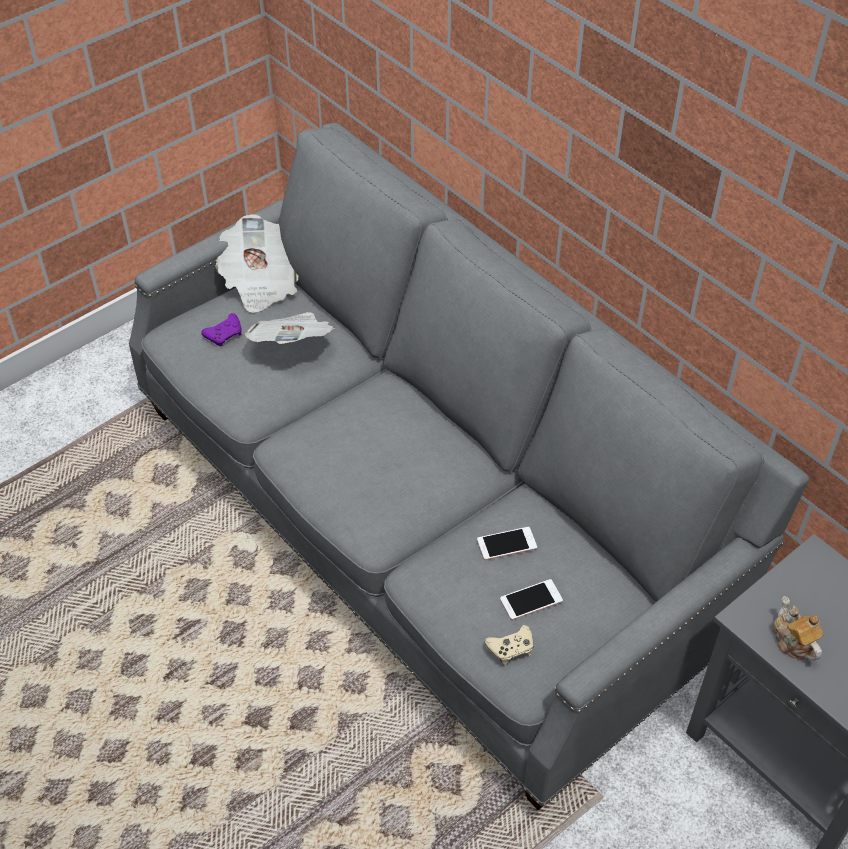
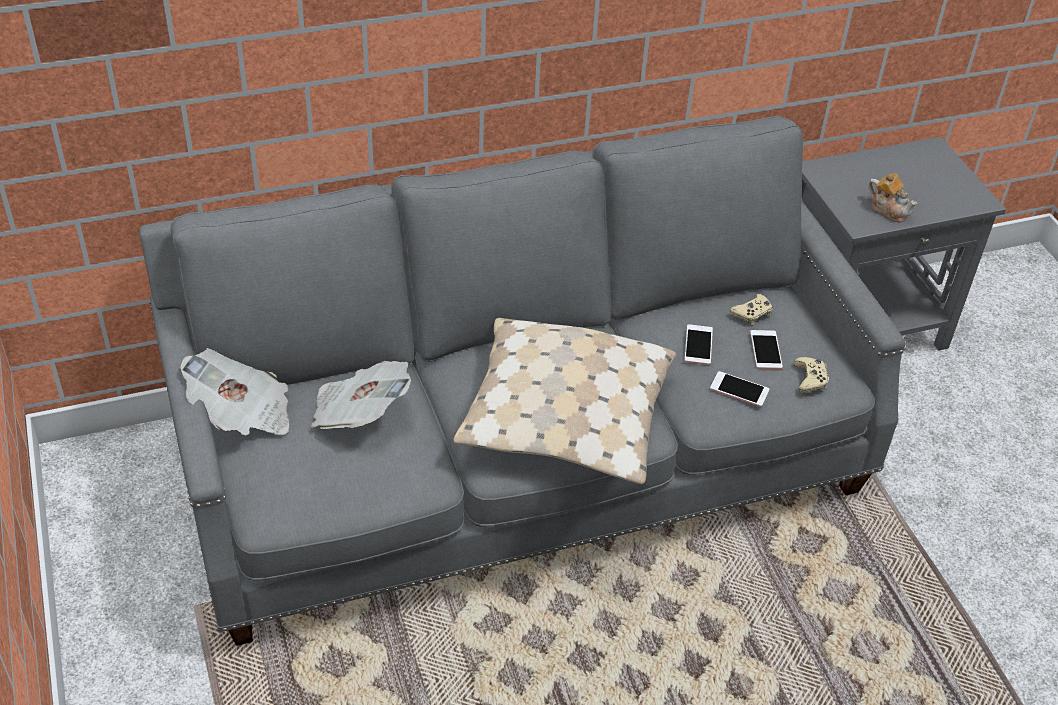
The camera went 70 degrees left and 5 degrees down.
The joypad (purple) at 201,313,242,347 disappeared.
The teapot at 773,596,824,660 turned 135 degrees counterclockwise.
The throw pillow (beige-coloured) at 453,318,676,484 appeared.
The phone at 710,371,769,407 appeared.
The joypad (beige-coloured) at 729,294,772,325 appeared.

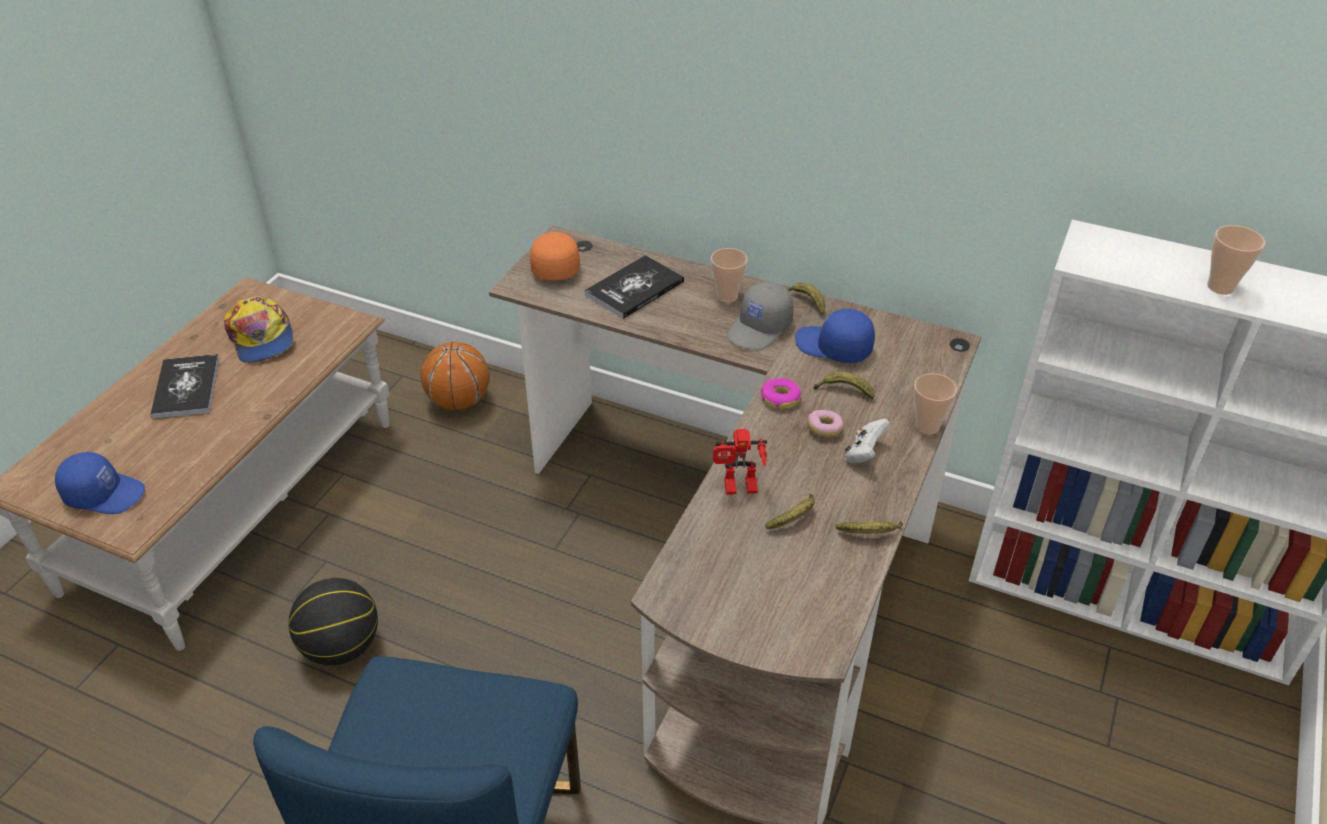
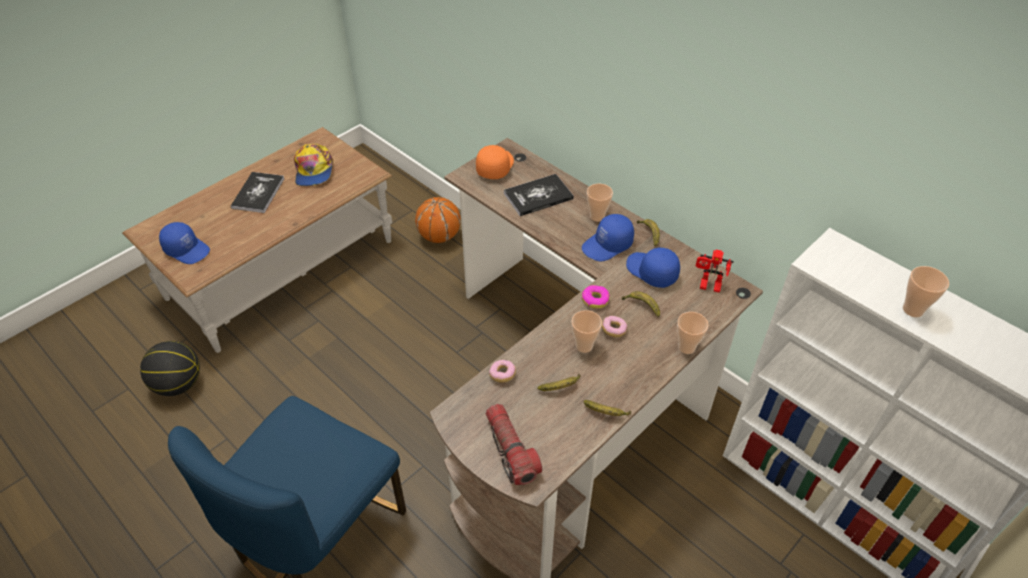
The camera went 20 degrees right and 5 degrees up.
The basketball ball moved from 288,578,378,665 to 140,341,200,396.
The toy robot moved from 713,429,767,495 to 696,250,734,293.
The cap (greyish) at 727,282,794,350 became the cap (blue-coloured) at 582,214,634,261.
The joypad (white) at 845,419,890,463 disappeared.
The flashlight at 486,404,542,485 appeared.
The donut at 489,360,516,383 appeared.
The small cup at 572,310,602,353 appeared.

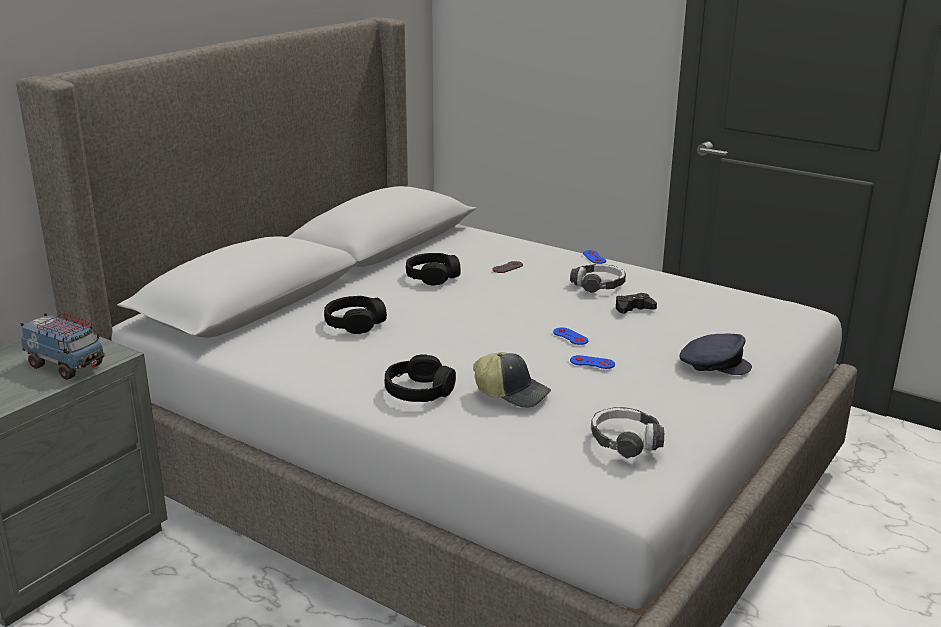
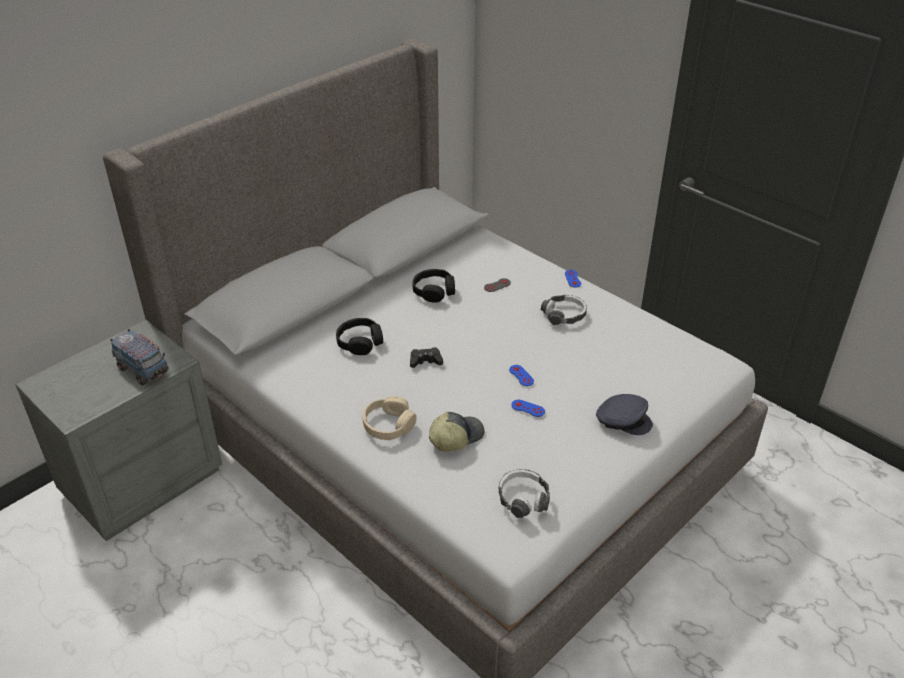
The camera went 10 degrees right and 15 degrees up.
The pair of headphones (black-coloured) at 385,354,456,402 became the pair of headphones (beige-coloured) at 363,396,416,440.
The cap at 473,352,551,408 turned 75 degrees counterclockwise.
The joypad (black-coloured) moved from 616,293,657,314 to 410,347,443,368.

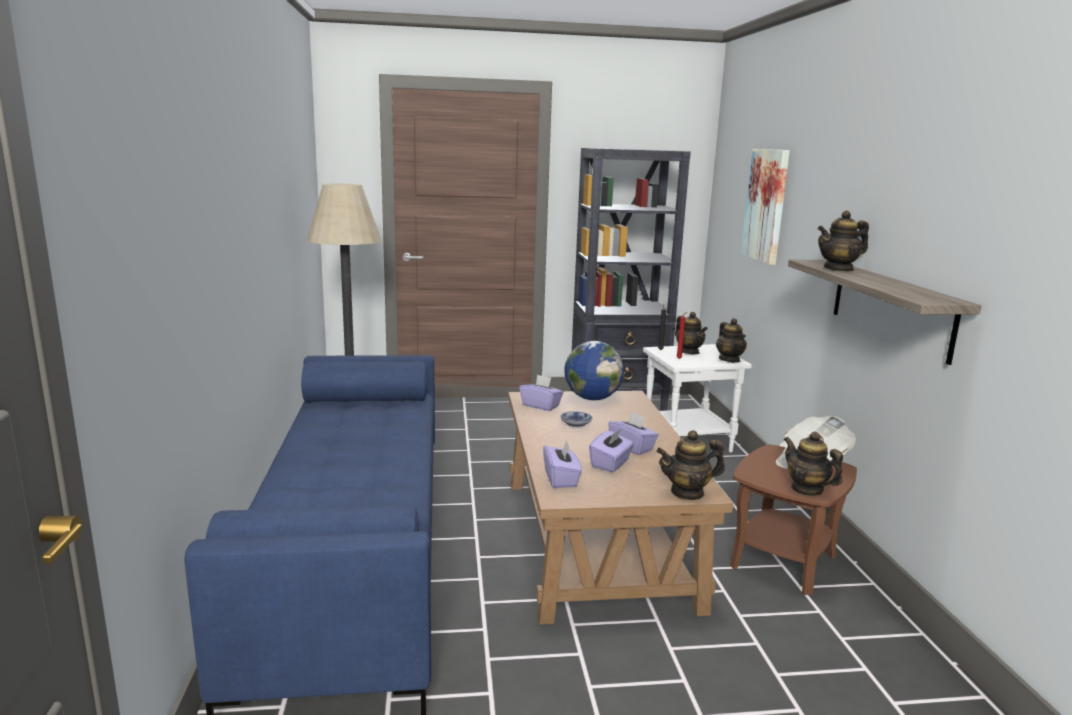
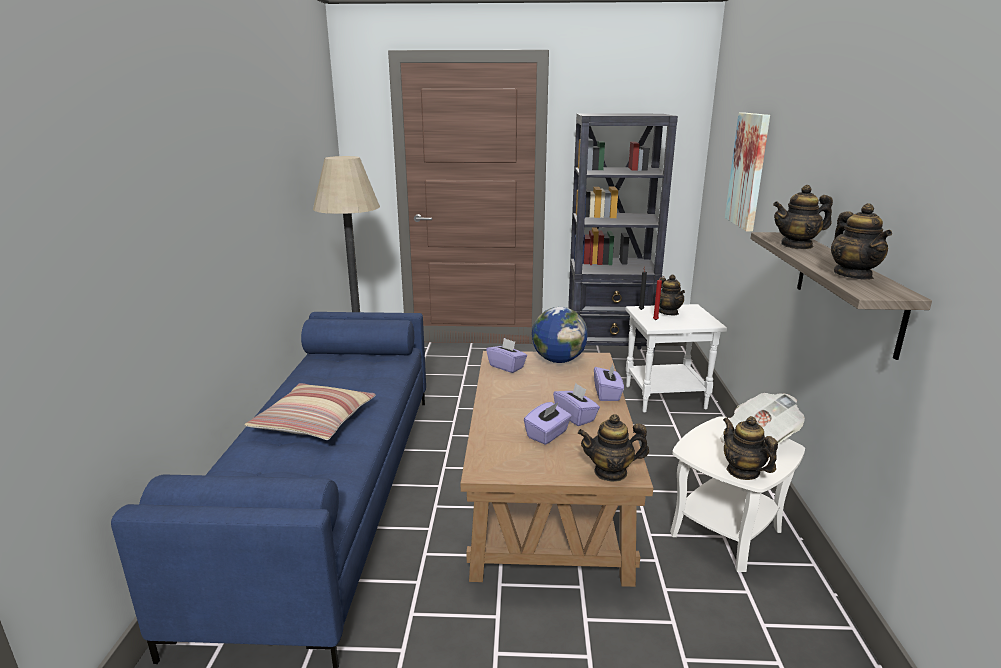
The camera went 10 degrees right and 5 degrees up.
The tissue box (purple) moved from 543,440,582,488 to 594,364,624,401.
The serving bowl at 560,411,592,428 disappeared.
The teapot moved from 716,318,747,363 to 831,203,892,280.
The end table (brownish) at 730,445,857,595 became the end table (white) at 670,416,805,572.
The throw pillow at 244,383,376,440 appeared.

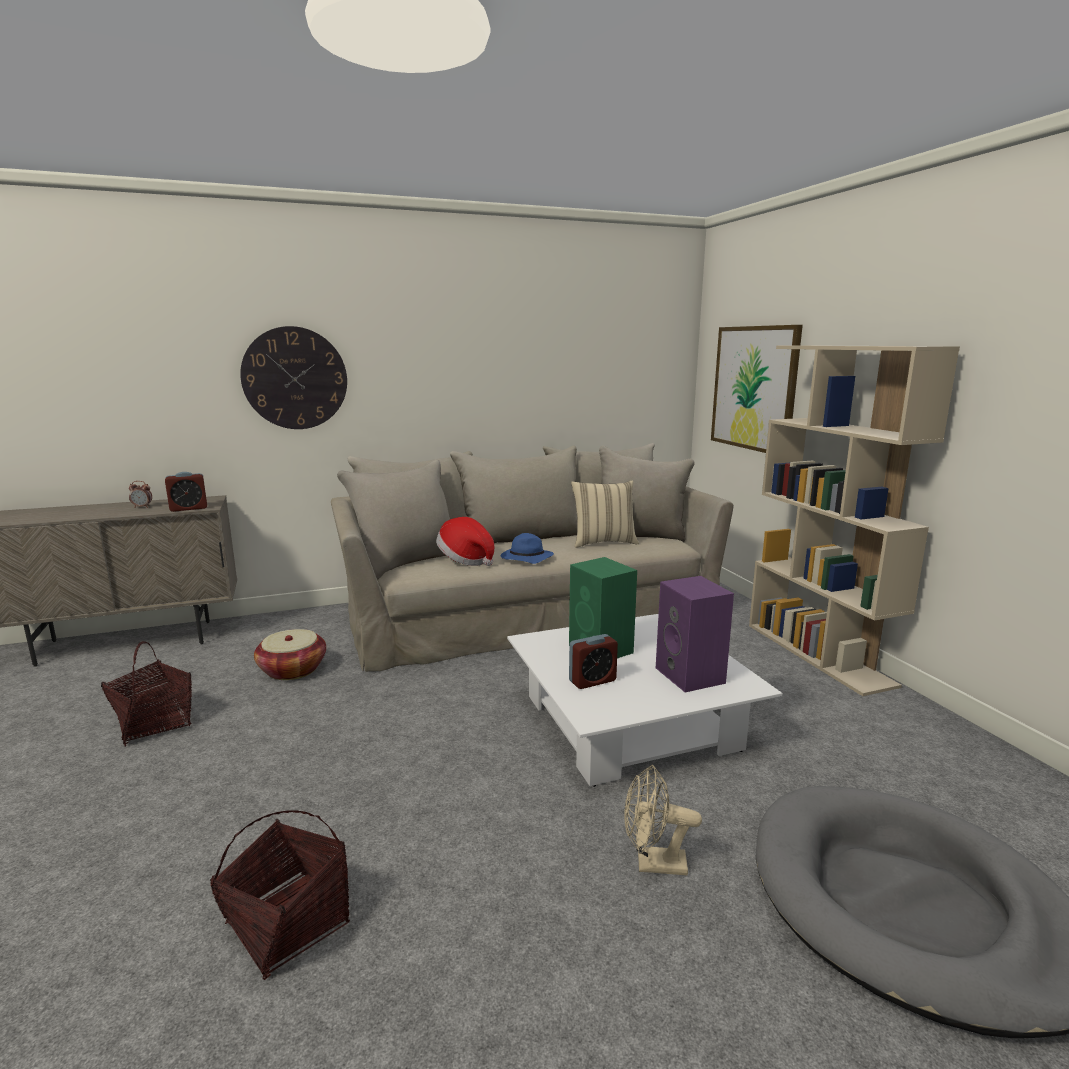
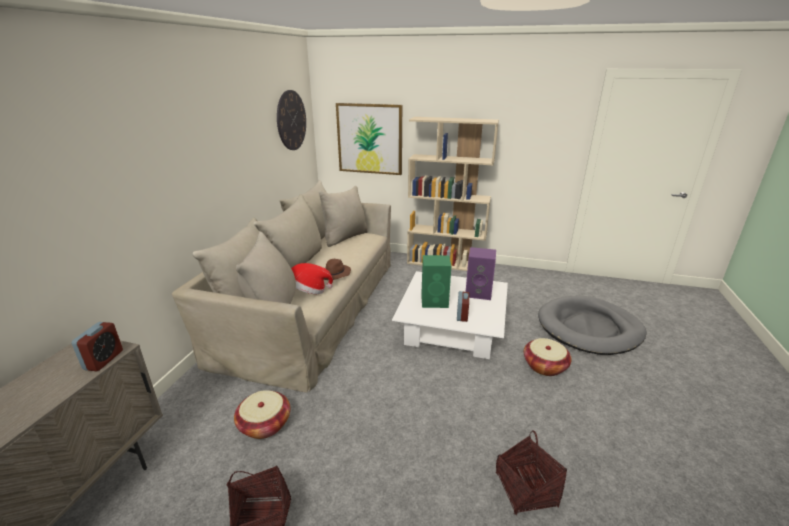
The camera went 55 degrees left and 10 degrees up.
The table clock at 129,481,152,508 disappeared.
The wall clock moved from 240,326,347,429 to 277,90,306,150.
The clothing hat (blue-coloured) at 501,533,554,564 became the clothing hat (brownish) at 324,259,351,280.
The throw pillow (beige-coloured) at 571,480,639,548 disappeared.
The fan (beige-coloured) at 624,765,702,875 was replaced by the basket at 524,338,572,376.

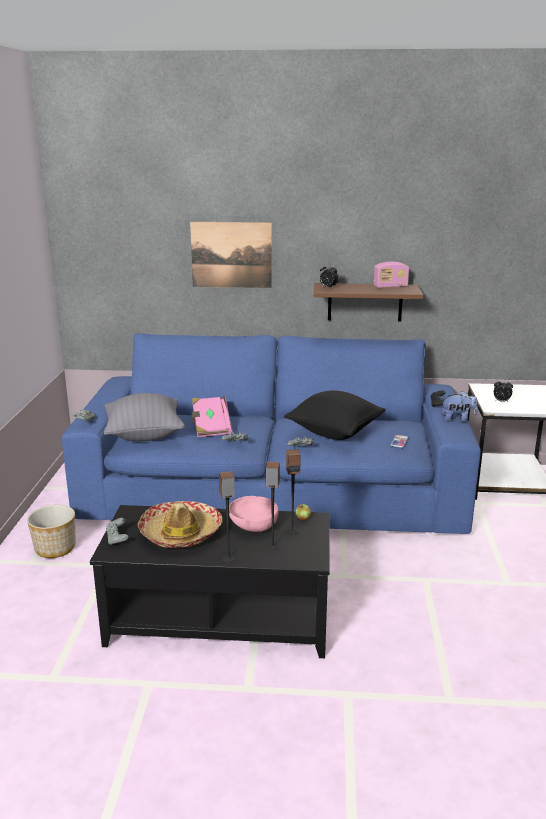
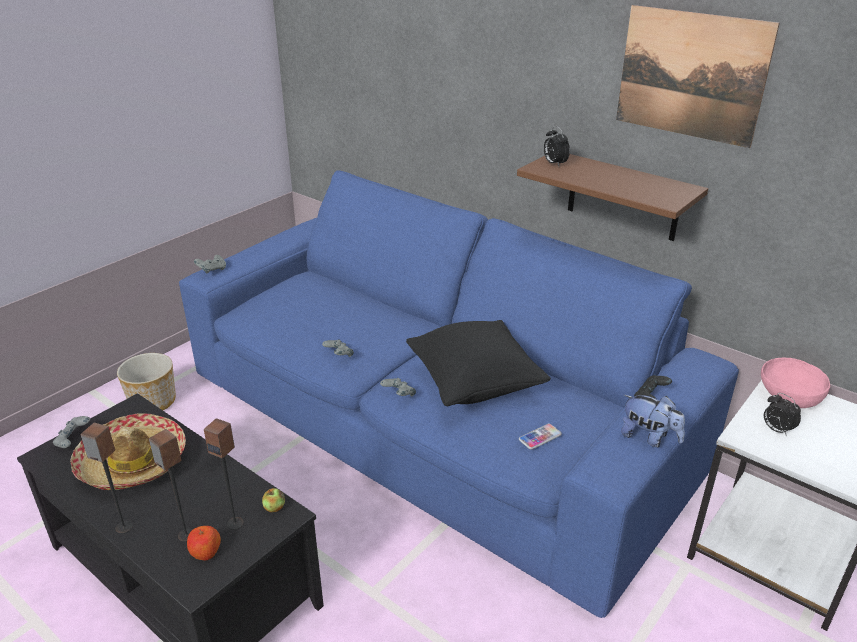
The camera went 35 degrees right and 10 degrees up.
The throw pillow (greyish) at 104,393,185,441 disappeared.
The wall picture moved from 190,222,272,288 to 616,5,780,148.
The book (pinkish) at 192,397,233,437 disappeared.
The serving bowl (pinkish) moved from 229,496,278,532 to 761,358,830,408.
The radio at 374,262,409,288 disappeared.
The apple fruit at 187,526,221,560 appeared.

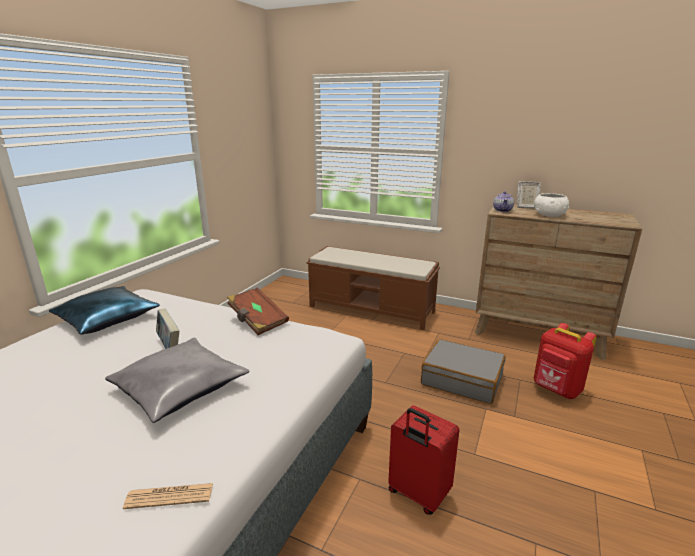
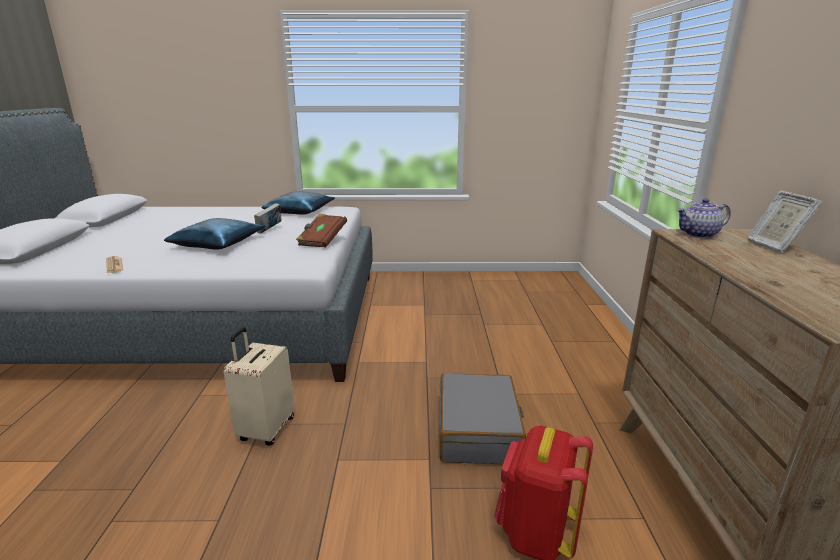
The camera went 65 degrees right and 0 degrees up.
The throw pillow (greyish) at 105,338,250,423 became the throw pillow (blue-coloured) at 164,218,265,250.
The long seat (brownish) at 307,246,440,330 disappeared.
The piece of luggage (red) at 388,405,459,515 became the piece of luggage (beige-coloured) at 224,327,294,446.
The serving bowl (white) at 534,193,569,217 disappeared.

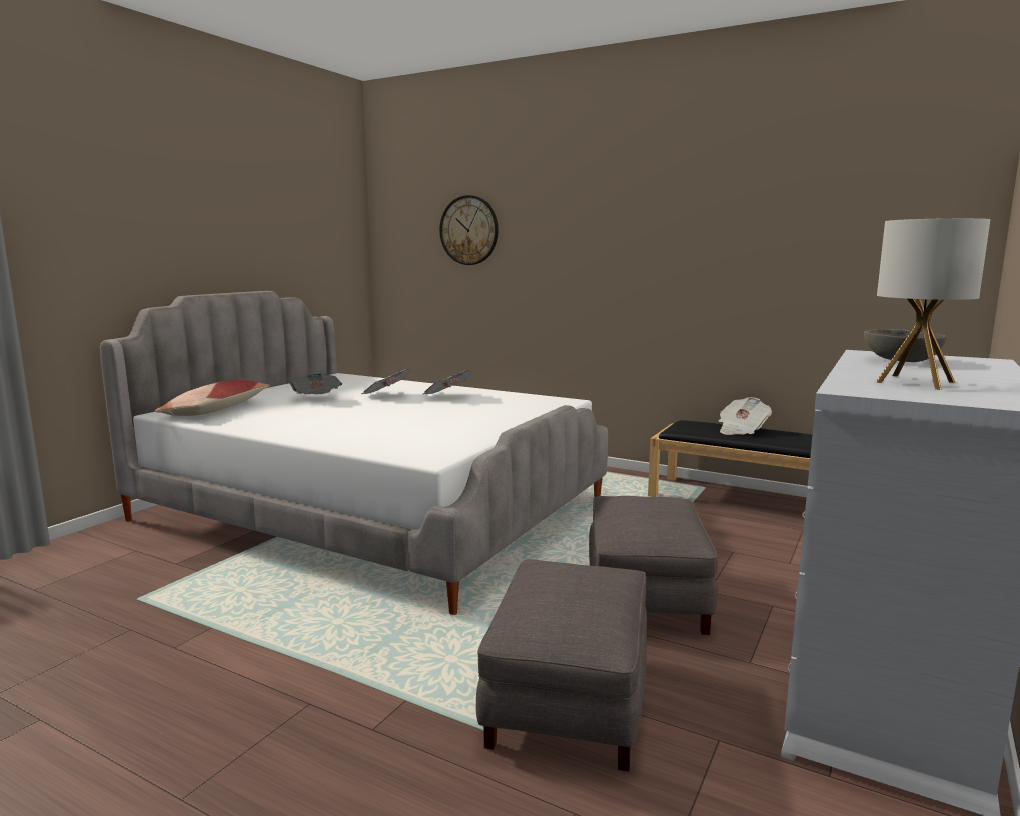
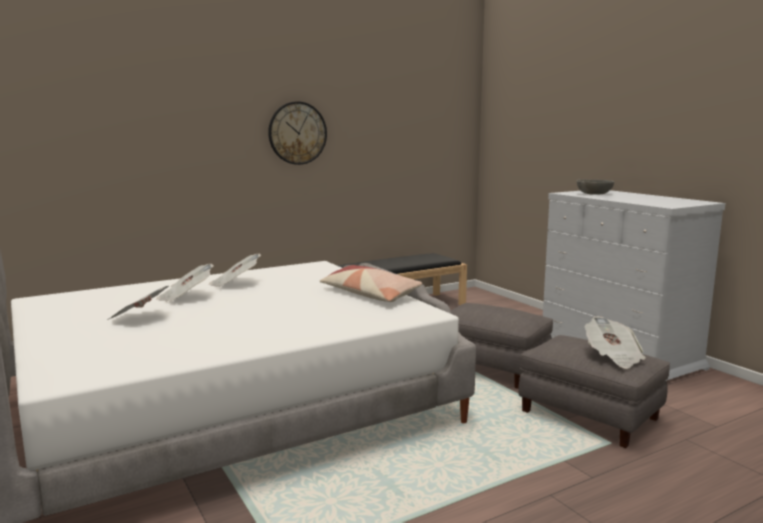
The camera went 60 degrees left and 0 degrees up.
The throw pillow moved from 155,380,269,417 to 320,265,422,302.
The wall clock moved from 439,195,499,265 to 268,101,327,165.
The daily paper moved from 719,397,772,435 to 585,316,646,369.
The lamp for a table at 876,218,990,390 disappeared.

